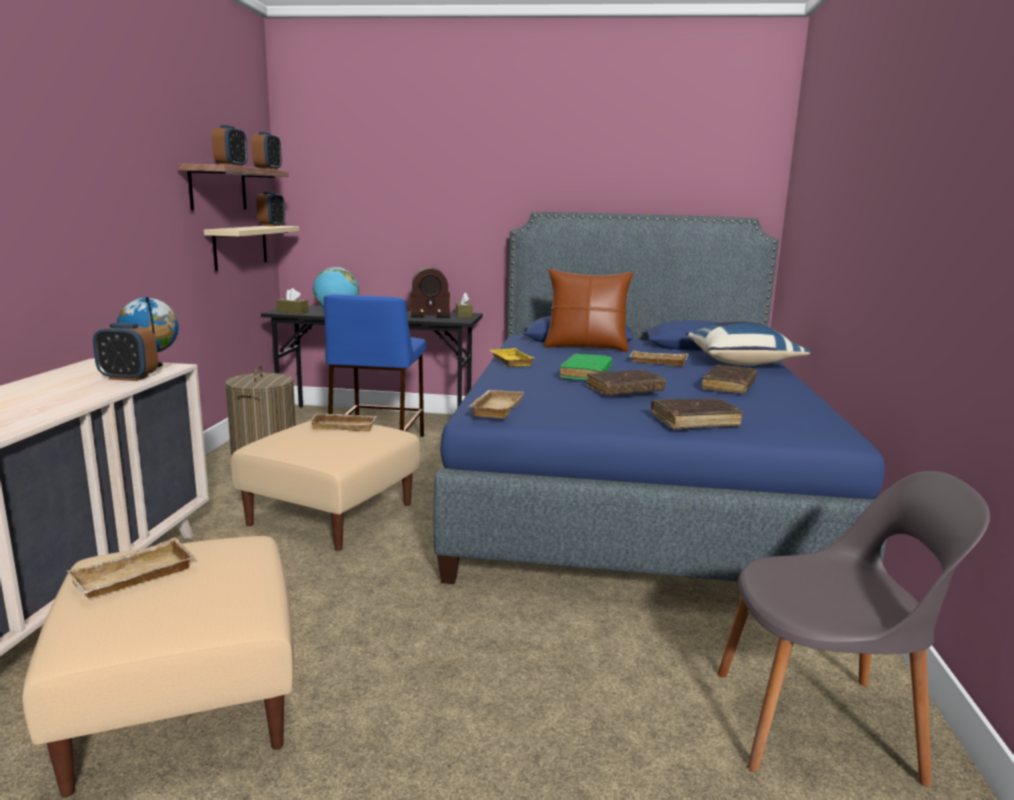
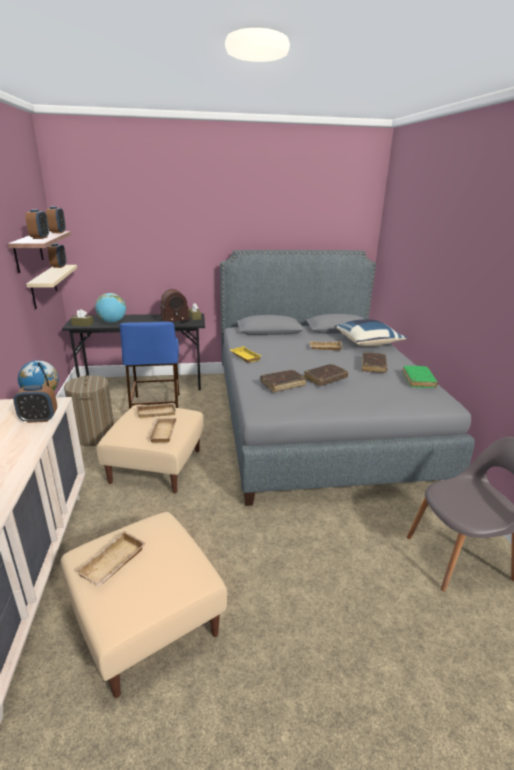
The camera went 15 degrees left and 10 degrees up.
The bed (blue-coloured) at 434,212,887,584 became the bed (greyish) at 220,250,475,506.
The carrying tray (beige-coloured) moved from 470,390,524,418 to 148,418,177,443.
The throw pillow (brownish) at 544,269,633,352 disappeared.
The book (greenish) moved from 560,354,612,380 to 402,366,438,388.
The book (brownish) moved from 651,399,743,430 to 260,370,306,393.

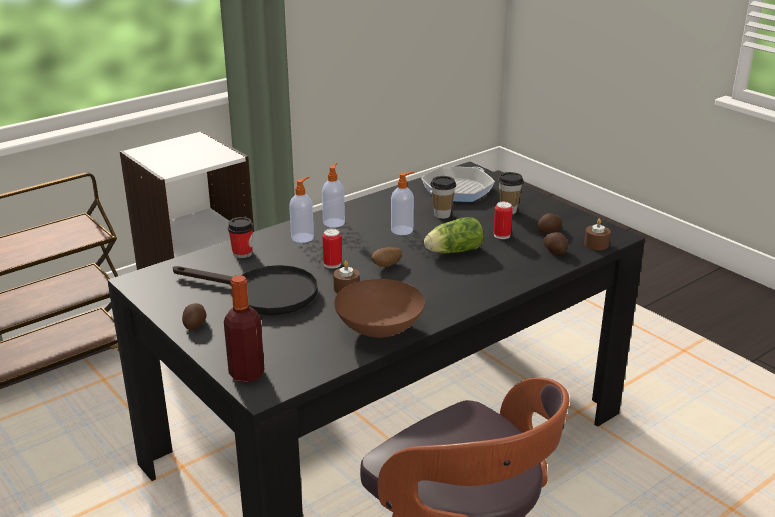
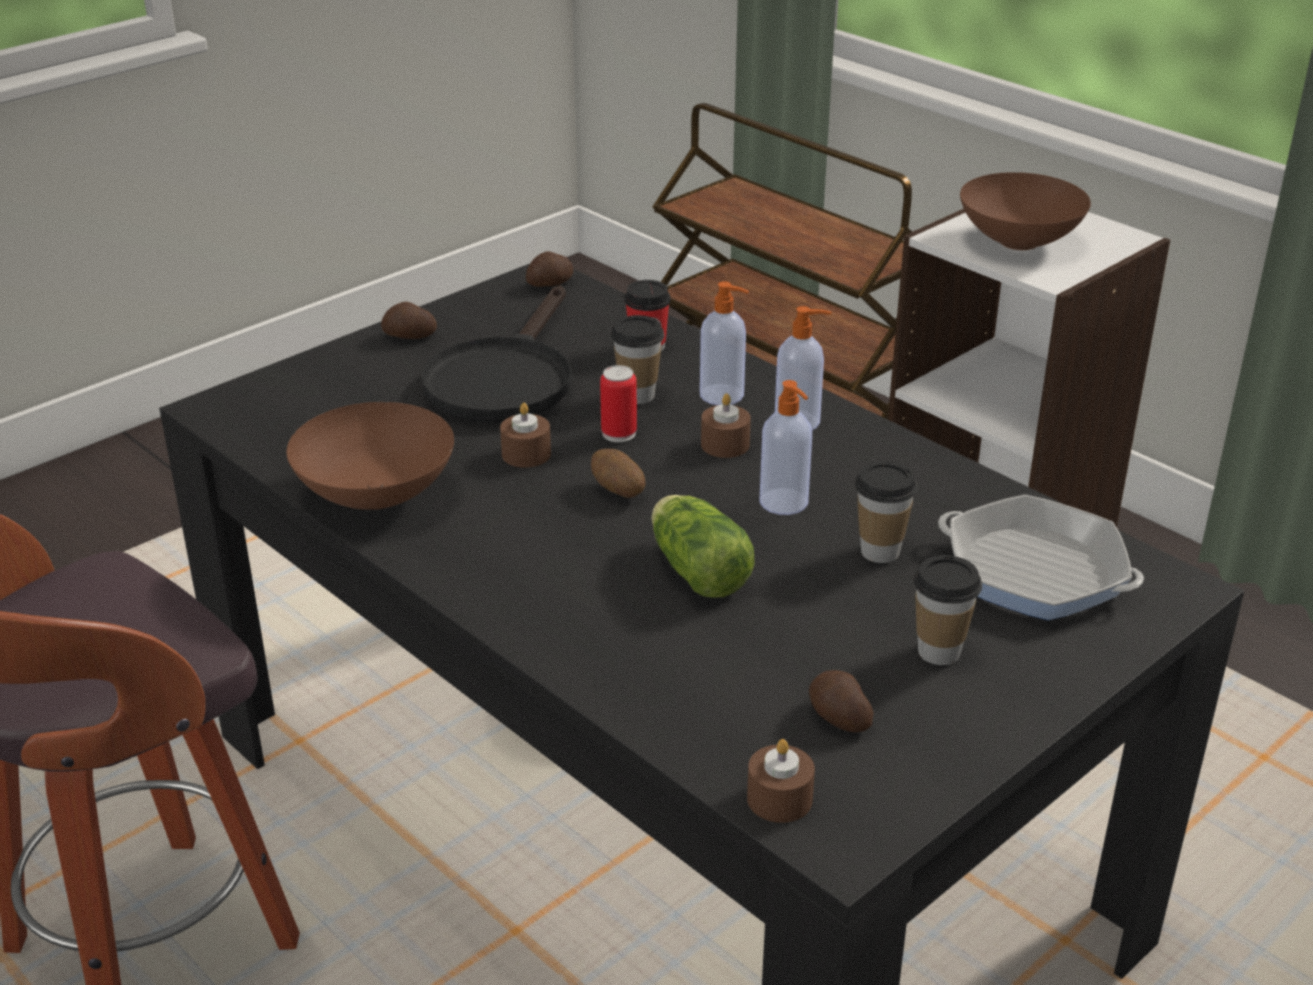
The camera went 85 degrees right and 5 degrees up.
The bottle at 224,275,265,383 disappeared.
The can at 494,202,513,239 disappeared.
The spud moved from 543,232,568,255 to 526,251,573,287.
The small cup at 611,315,665,404 appeared.
The wax light (brownish) at 701,394,751,458 appeared.
The serving bowl (brownish) at 960,172,1091,250 appeared.

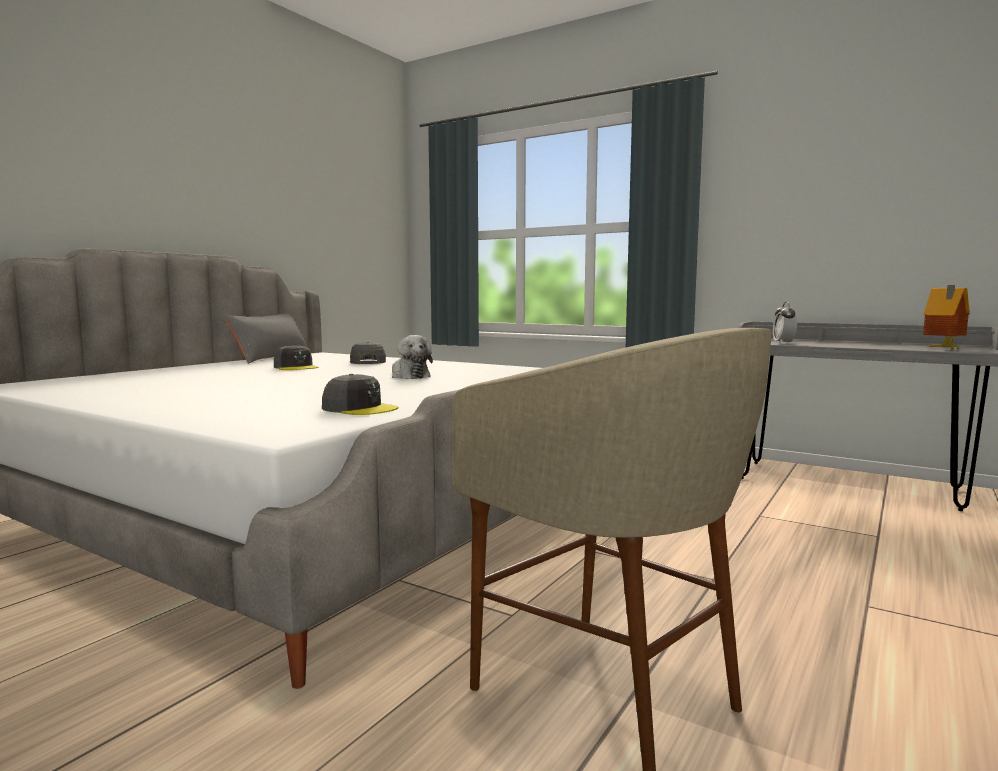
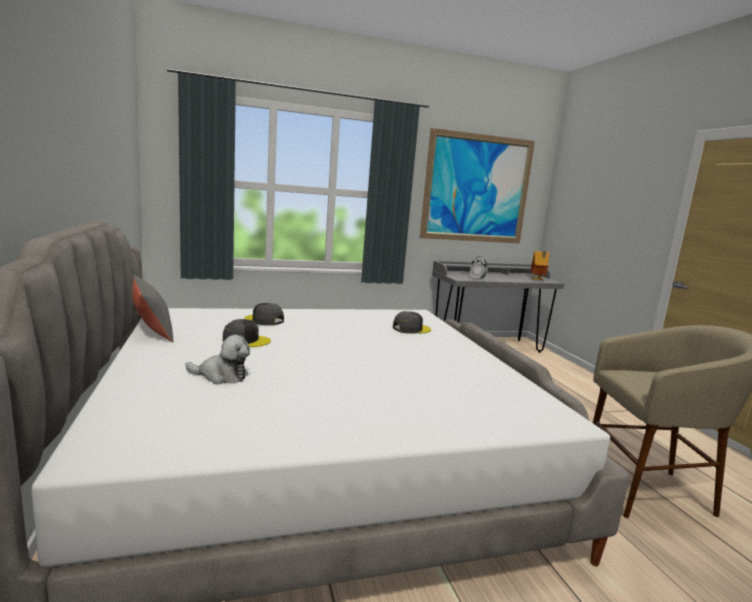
The camera went 50 degrees left and 5 degrees up.
The cap (greyish) moved from 322,374,398,415 to 393,311,431,334.
The cuddly toy moved from 392,335,433,379 to 185,335,250,384.
The wall picture at 420,128,535,243 appeared.

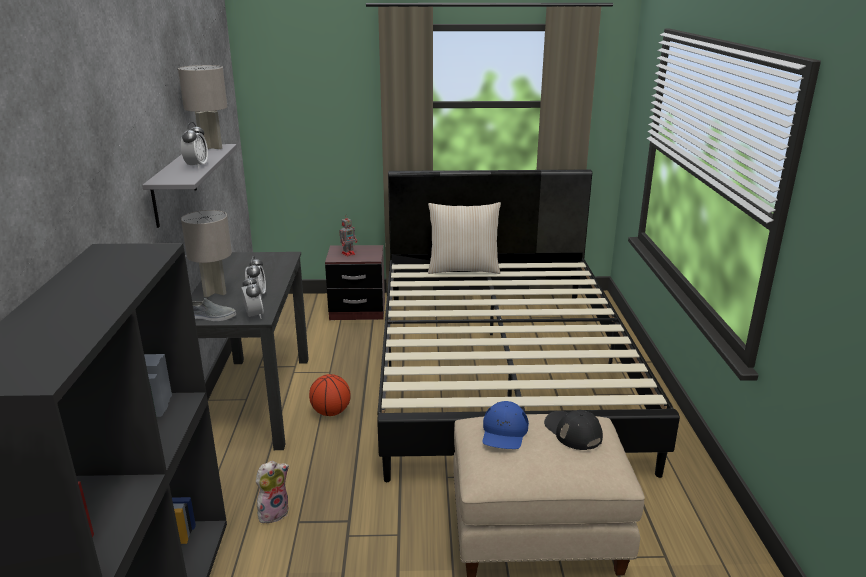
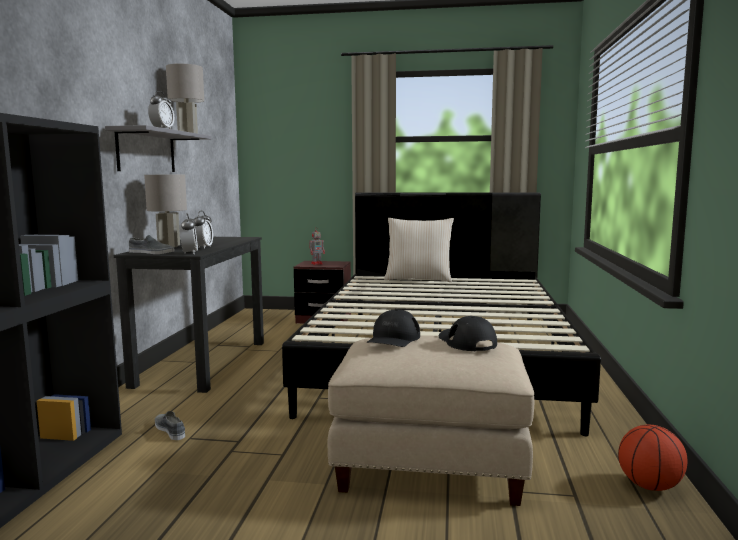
The camera went 10 degrees right and 15 degrees down.
The cuddly toy at 256,461,289,523 was replaced by the shoe (greyish) at 155,411,185,440.
The basketball ball moved from 309,374,351,416 to 618,424,687,491.
The cap (blue-coloured) at 483,401,529,449 became the cap (black-coloured) at 366,309,420,347.

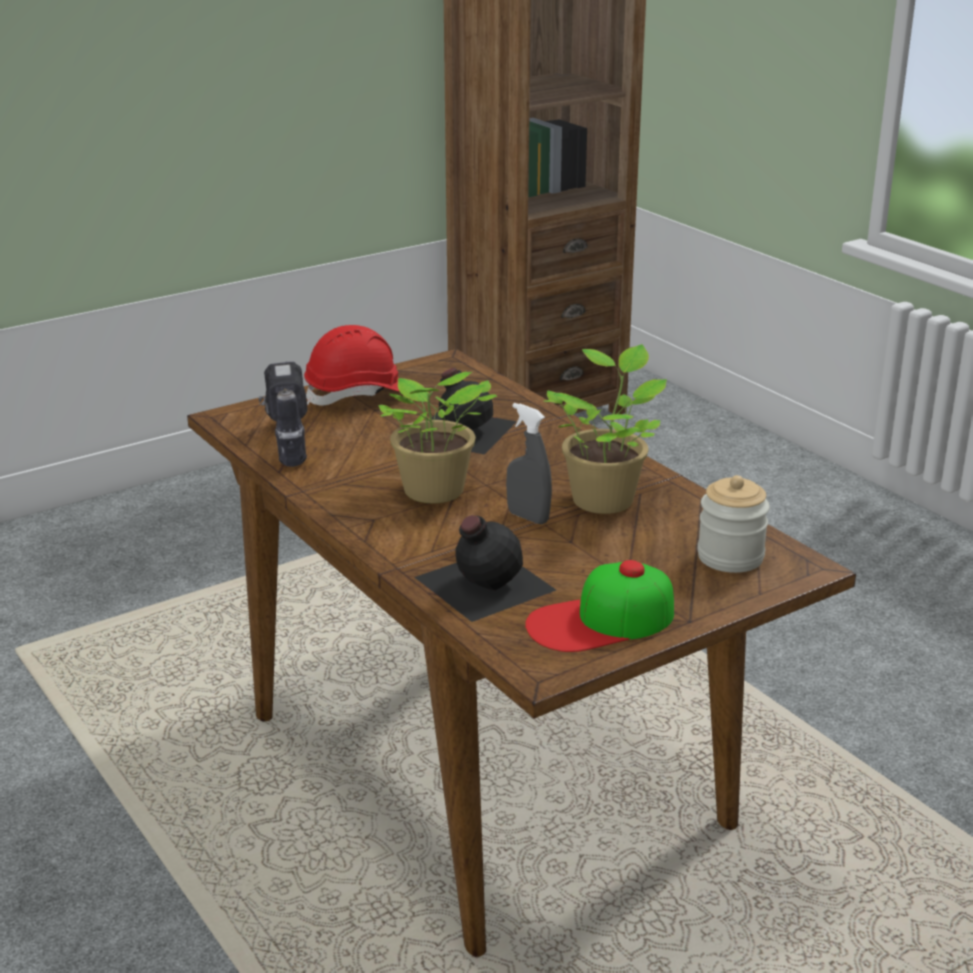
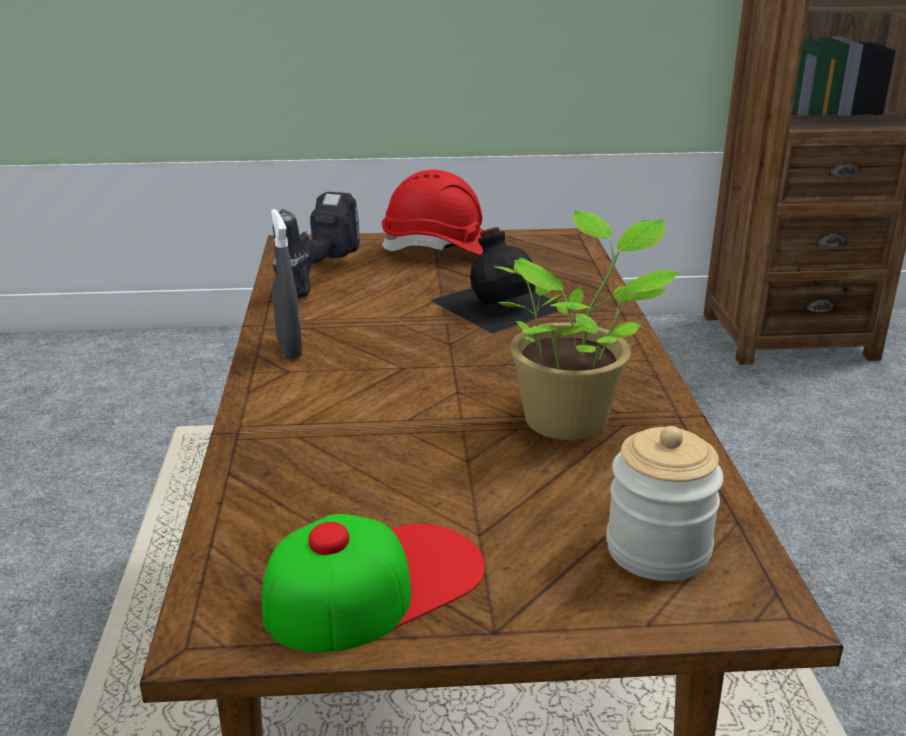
The camera went 30 degrees right and 0 degrees up.
The potted plant at 379,372,497,503 disappeared.
The bottle (black-coloured) at 414,515,556,622 disappeared.
The spray bottle (greyish) moved from 506,403,552,524 to 271,209,302,359.
The cap at 525,560,674,652 turned 135 degrees clockwise.

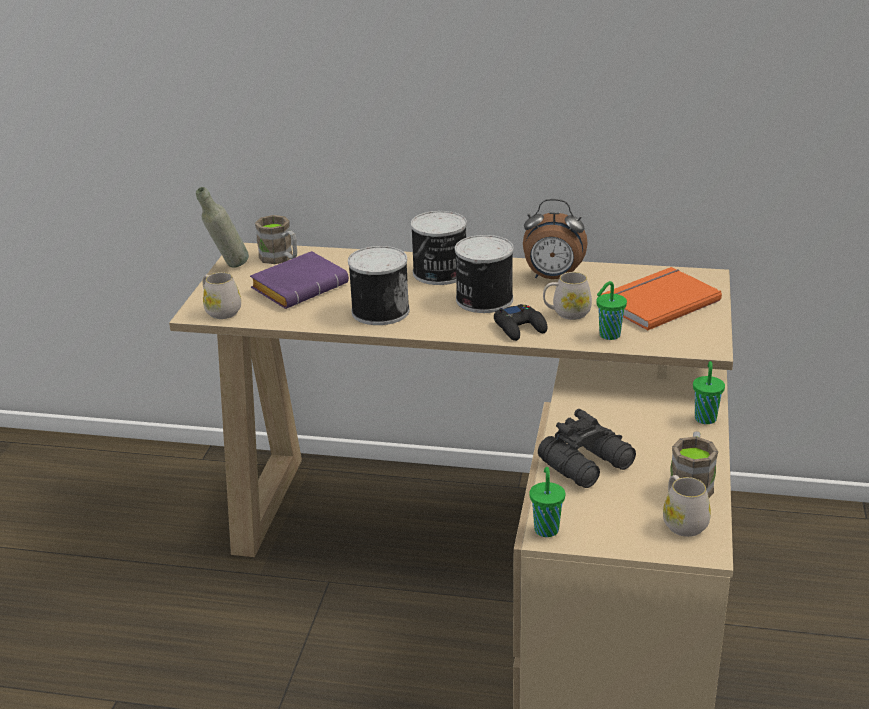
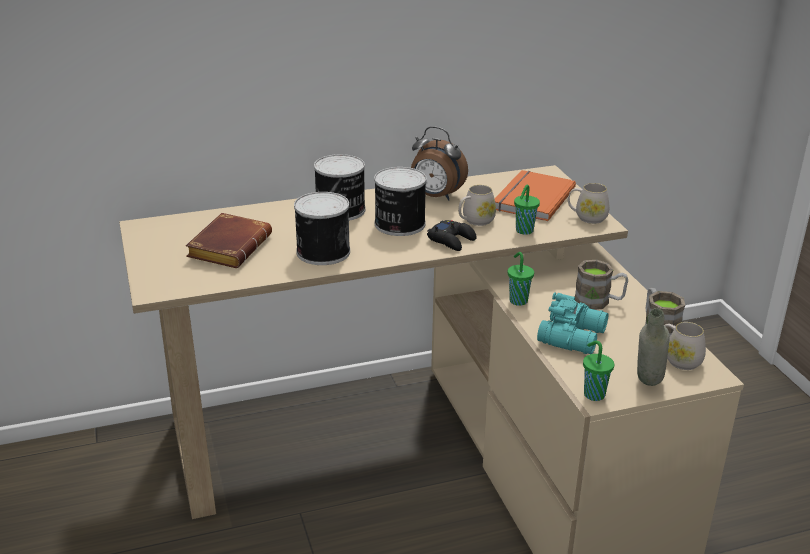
The camera went 30 degrees left and 0 degrees up.
The bottle (greyish) moved from 196,187,249,268 to 637,308,670,386.
The mug (white) moved from 203,272,241,319 to 568,183,609,224.
The book (purple) at 250,251,349,309 became the book (brownish) at 186,213,272,268.
The mug (brownish) moved from 255,215,297,264 to 575,260,628,310.
The table clock at 523,199,588,279 turned 45 degrees clockwise.
The pair of binoculars (black-coloured) at 538,409,636,488 became the pair of binoculars (turquoise) at 537,292,609,354.
The small cup (greenish) moved from 693,361,725,424 to 508,252,534,306.

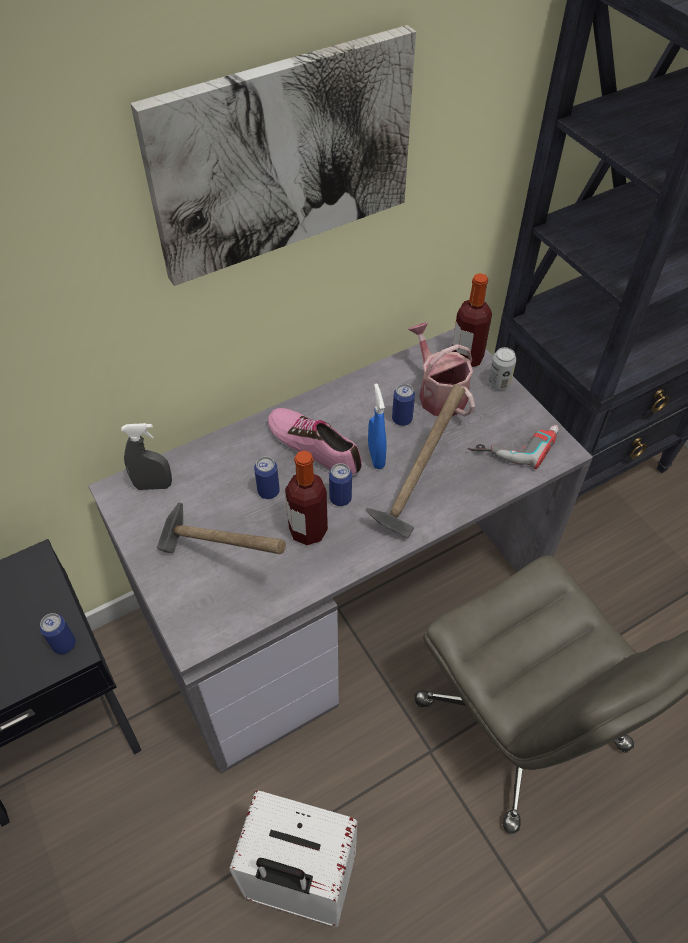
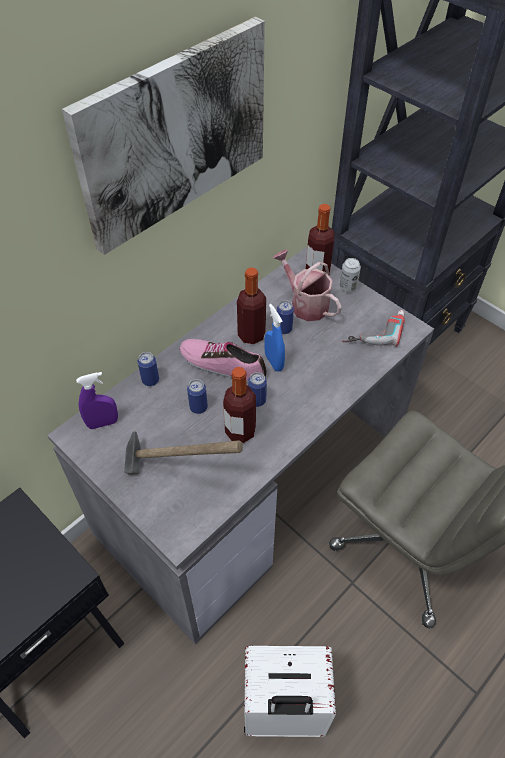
The camera went 15 degrees left and 0 degrees up.
The can moved from 40,613,76,654 to 138,352,159,386.
The spray bottle (greyish) at 121,423,172,490 became the spray bottle (purple) at 76,372,118,429.
The hand hammer at 365,384,466,538 disappeared.
The bottle at 237,267,266,344 appeared.

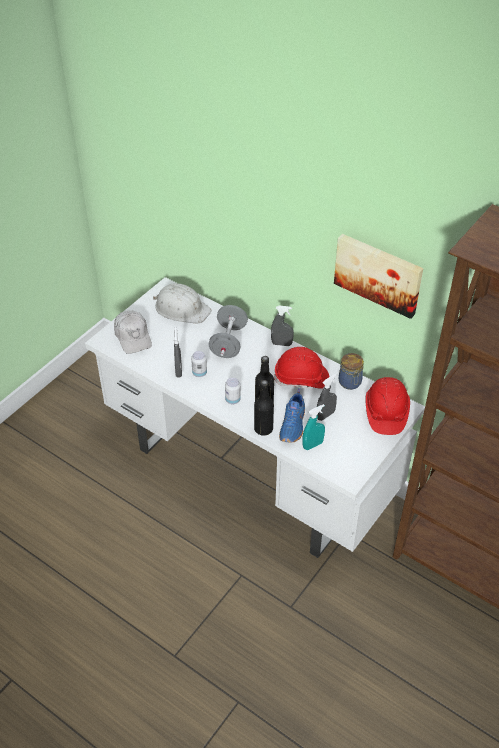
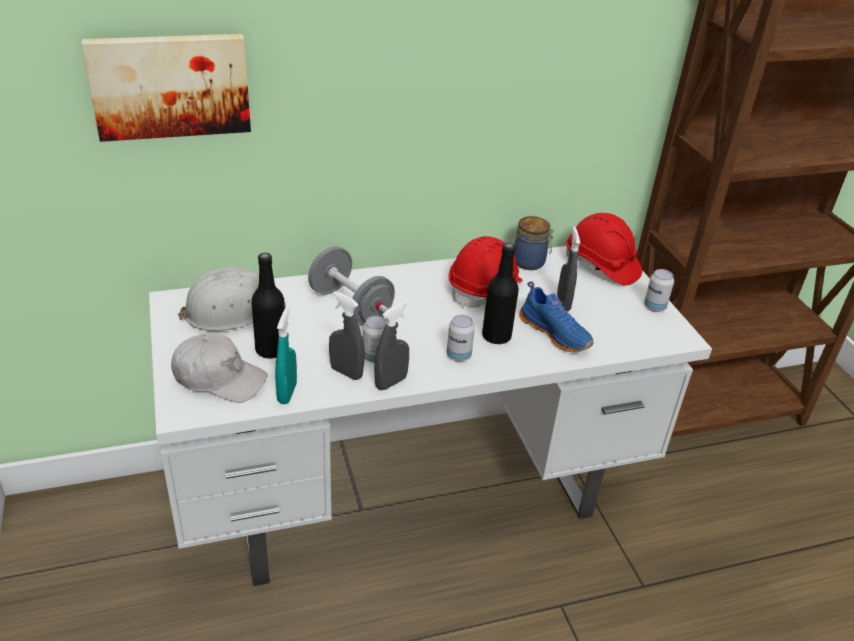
The camera went 55 degrees left and 10 degrees down.
The bottle (black-coloured) moved from 254,380,274,436 to 251,253,285,358.
The spray bottle (greyish) moved from 271,305,294,346 to 374,301,409,390.
The spray bottle (turquoise) moved from 302,404,325,450 to 275,307,297,404.
The wall picture moved from 334,234,423,319 to 81,34,251,142.
The can at 644,269,674,312 appeared.

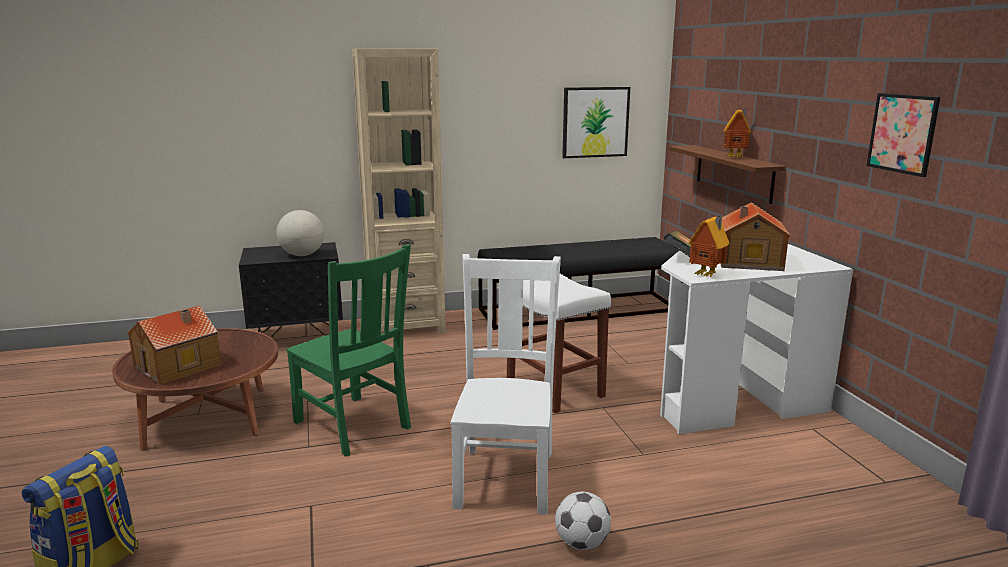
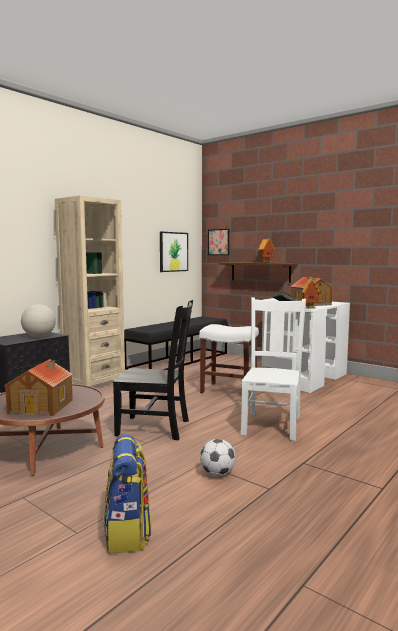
The camera went 35 degrees left and 10 degrees down.
The upright chair (greenish) at 286,244,411,457 became the upright chair (black-coloured) at 113,300,193,440.
The upright chair (white) at 451,254,561,515 turned 45 degrees clockwise.
The ball for football moved from 555,491,611,550 to 200,439,236,476.
The wall picture moved from 867,93,940,177 to 208,229,229,255.

